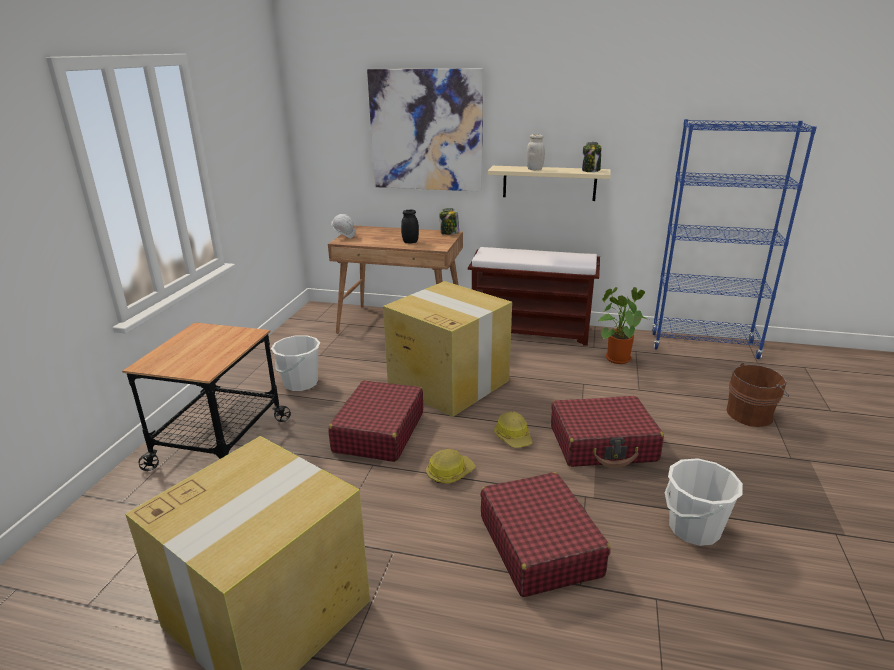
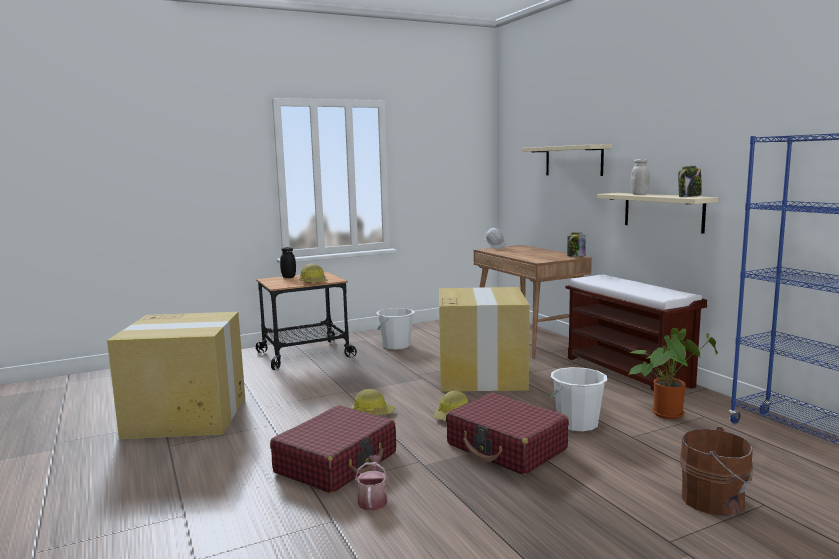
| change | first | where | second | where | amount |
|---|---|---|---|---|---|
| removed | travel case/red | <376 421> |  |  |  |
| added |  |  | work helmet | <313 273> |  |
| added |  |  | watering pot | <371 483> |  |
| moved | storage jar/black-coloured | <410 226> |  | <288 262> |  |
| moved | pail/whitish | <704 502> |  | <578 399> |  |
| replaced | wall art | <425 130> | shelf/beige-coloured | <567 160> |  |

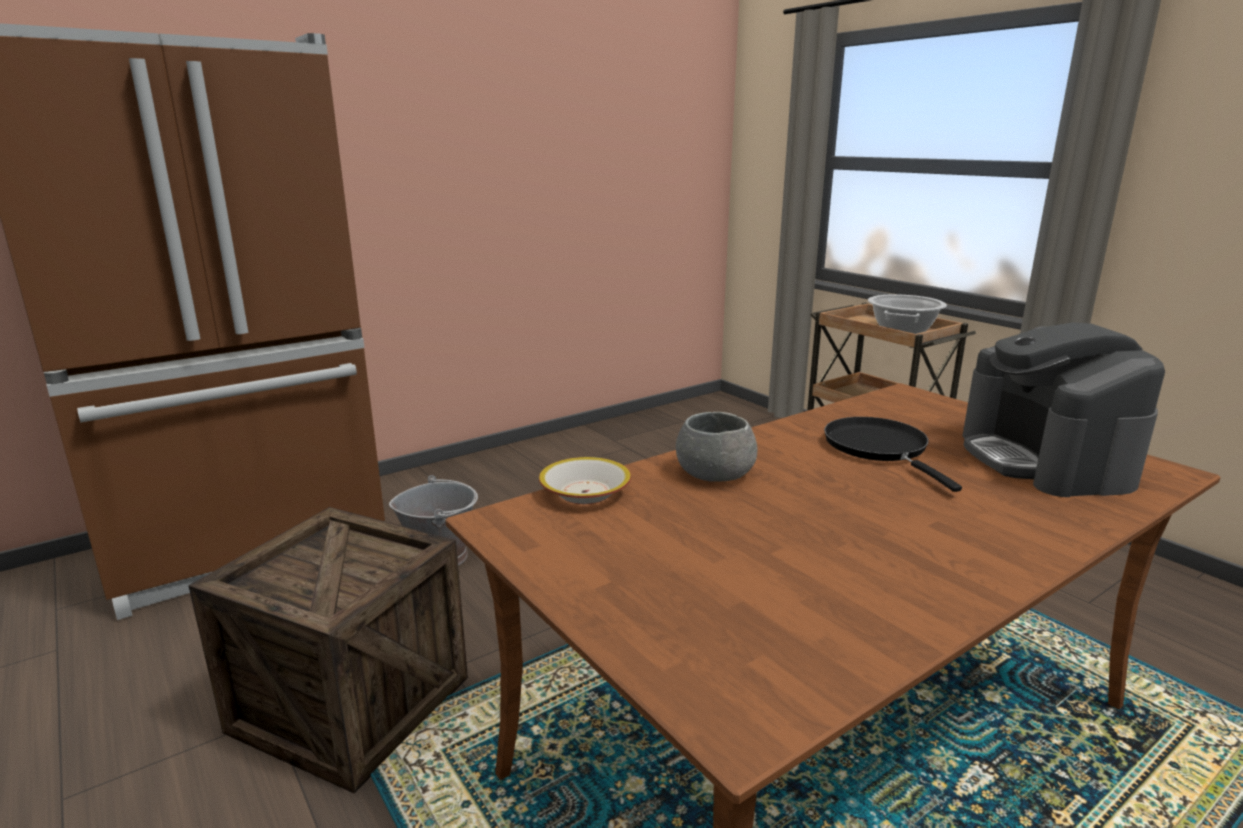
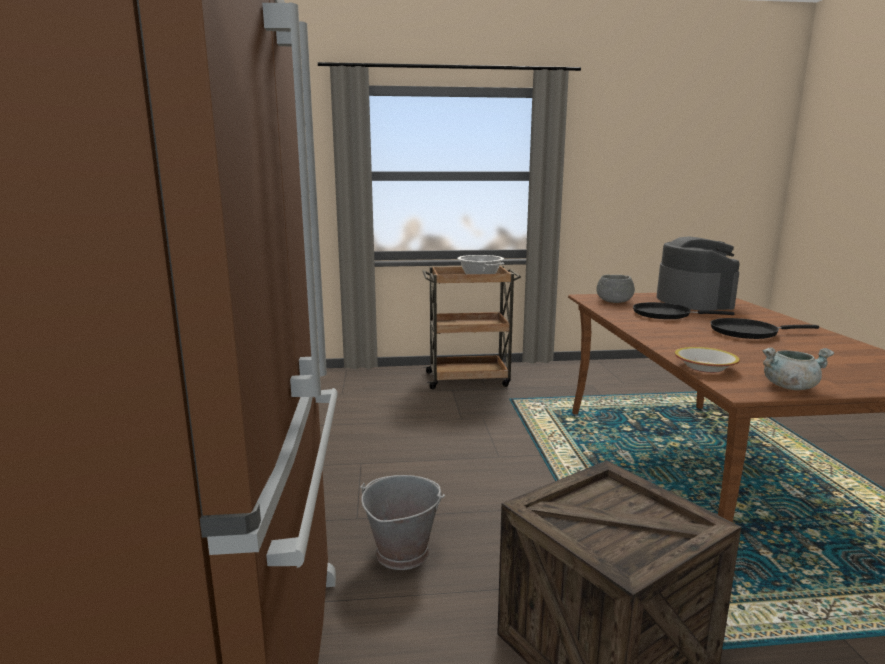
| change | first | where | second | where | amount |
|---|---|---|---|---|---|
| added |  |  | pan/black-coloured | <765 328> |  |
| added |  |  | saucepot/grey | <798 368> |  |
| moved | bowl/grey | <716 447> |  | <615 289> |  |
| turned | coffee brewer | <1063 410> |  | <698 273> | 120 degrees counterclockwise |

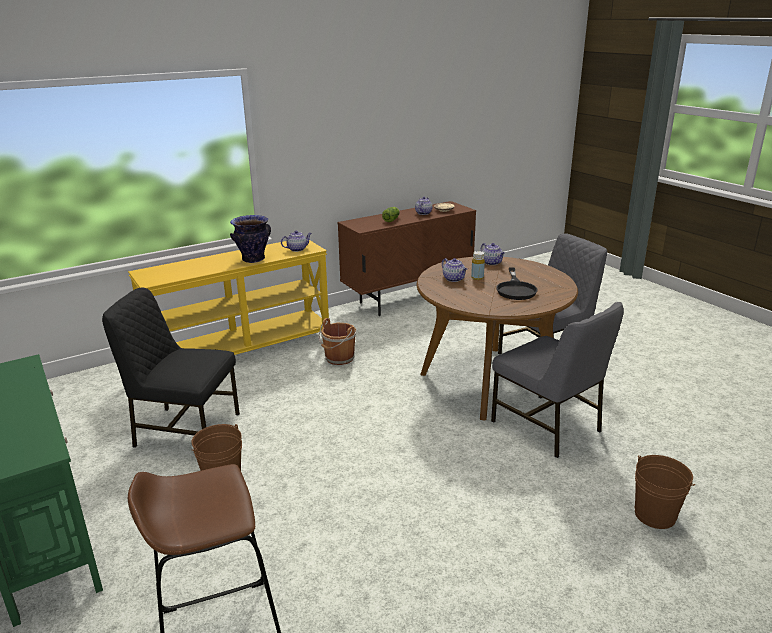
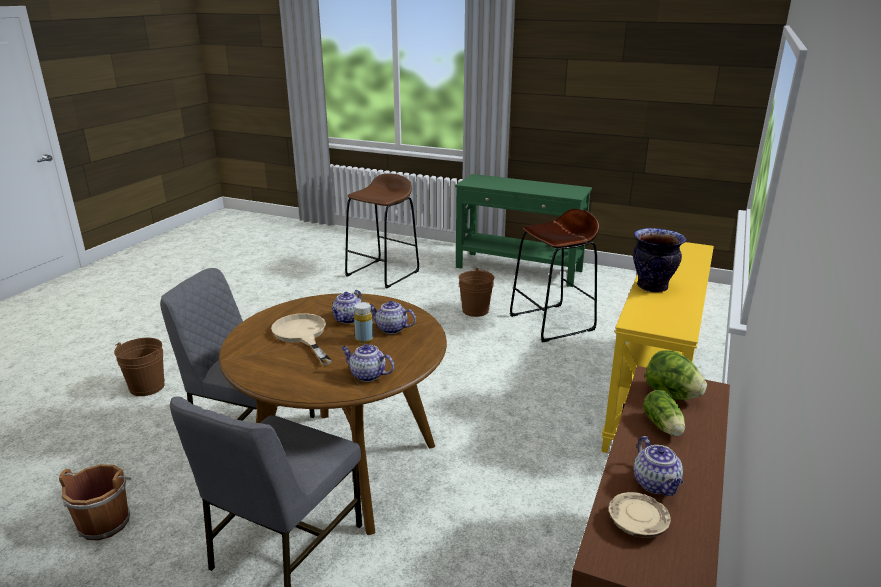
| change | first | where | second | where | amount |
|---|---|---|---|---|---|
| added |  |  | lettuce head | <676 375> |  |
| moved | tea pot | <296 241> |  | <347 307> |  |
| moved | pail/brown | <337 341> |  | <95 502> |  |
| replaced | upright chair/black-coloured | <171 368> | stool/brown | <554 275> |  |
| recoloured | pan/black-coloured | <517 283> | pan/beige-coloured | <301 339> |  |

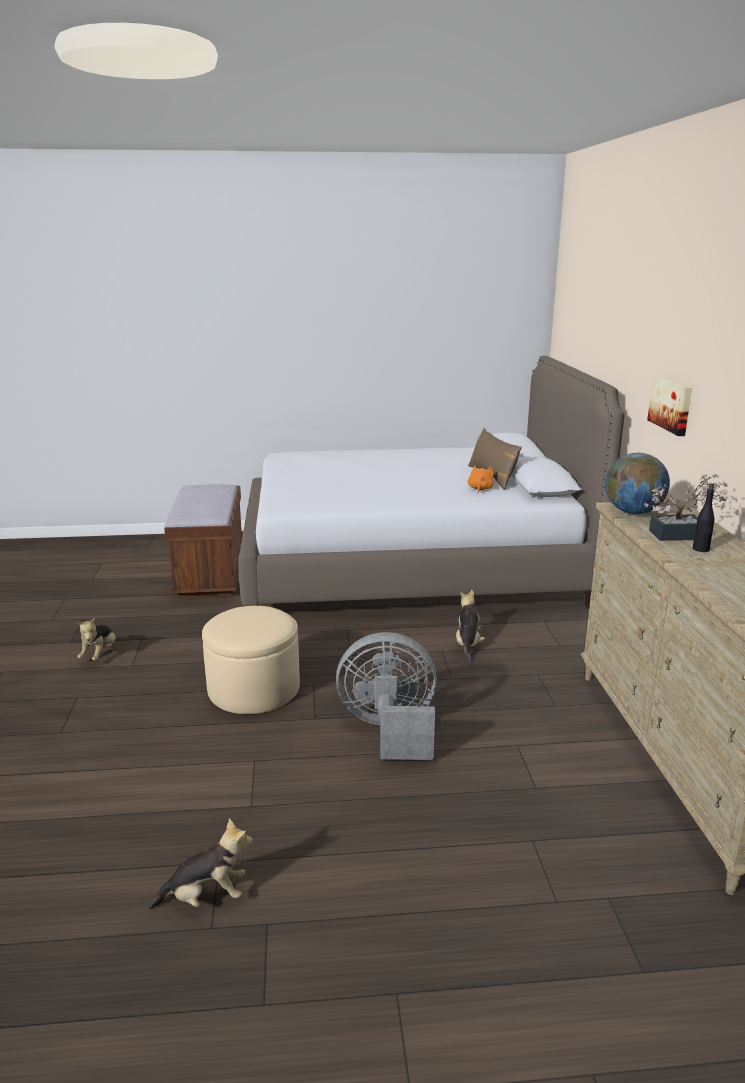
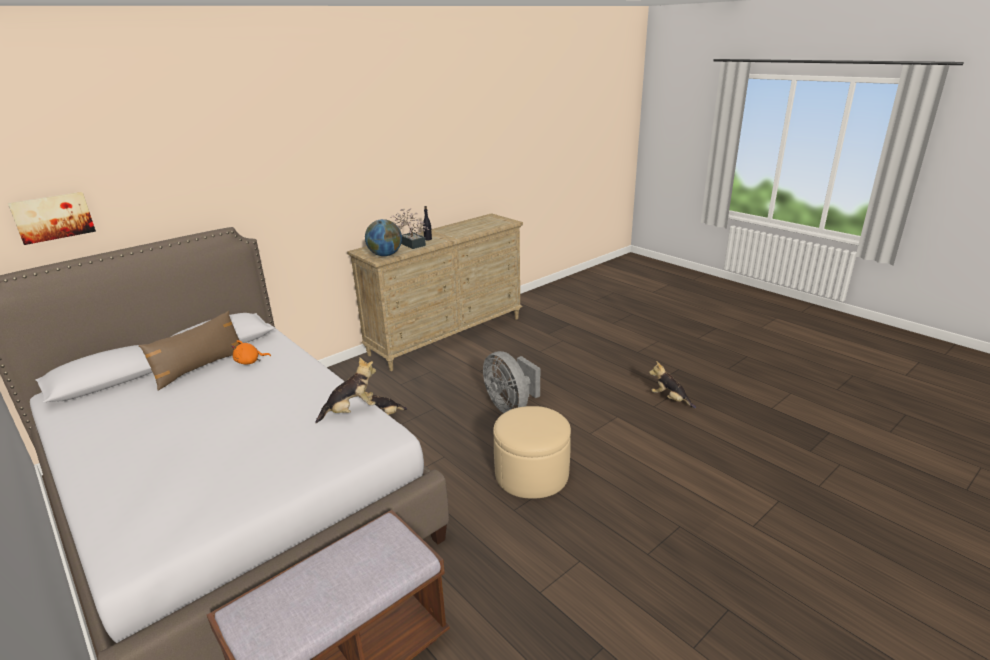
| change | first | where | second | where | amount |
|---|---|---|---|---|---|
| moved | cuddly toy | <96 639> |  | <345 390> |  |
| moved | wall art | <669 406> |  | <52 218> |  |

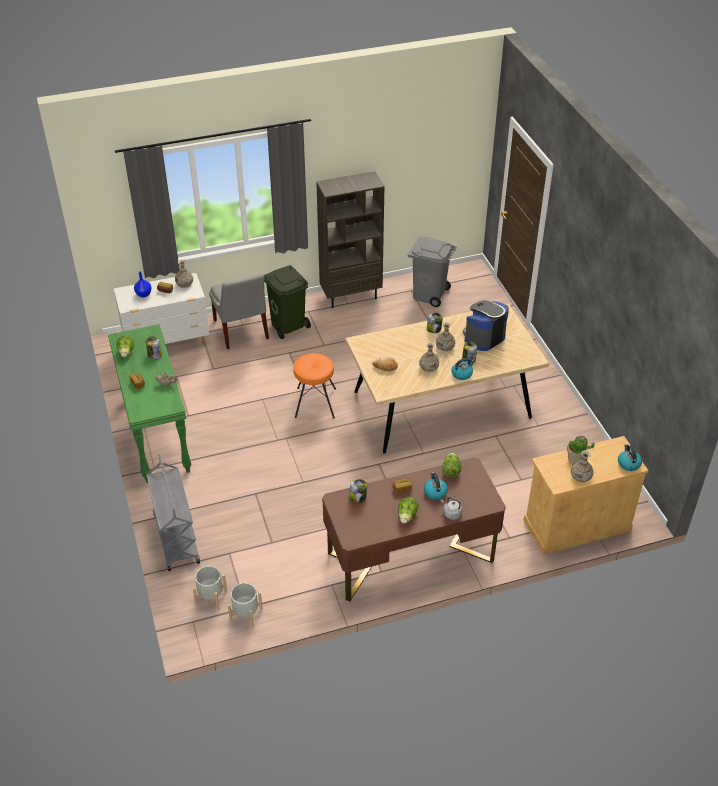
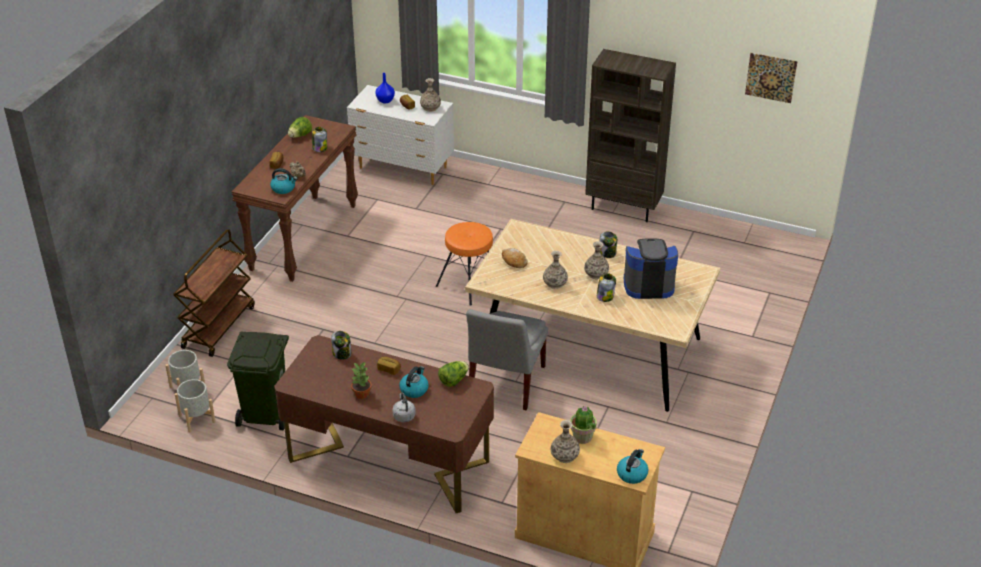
| change | first | where | second | where | amount |
|---|---|---|---|---|---|
| removed | rubbish bin/grey | <432 272> |  |  |  |
| added |  |  | wall art | <771 78> |  |
| moved | upright chair/grey | <239 311> |  | <507 359> |  |
| moved | rubbish bin/green-coloured | <287 302> |  | <258 380> |  |
| moved | water kettle | <463 369> |  | <284 181> |  |
| replaced | lettuce head | <408 510> | potted plant | <361 380> |  |
| recoloured | narrow table/green-coloured | <150 403> | narrow table/brown | <295 198> |  |
| recoloured | wheeled cart/grey | <173 512> | wheeled cart/brown | <214 293> |  |

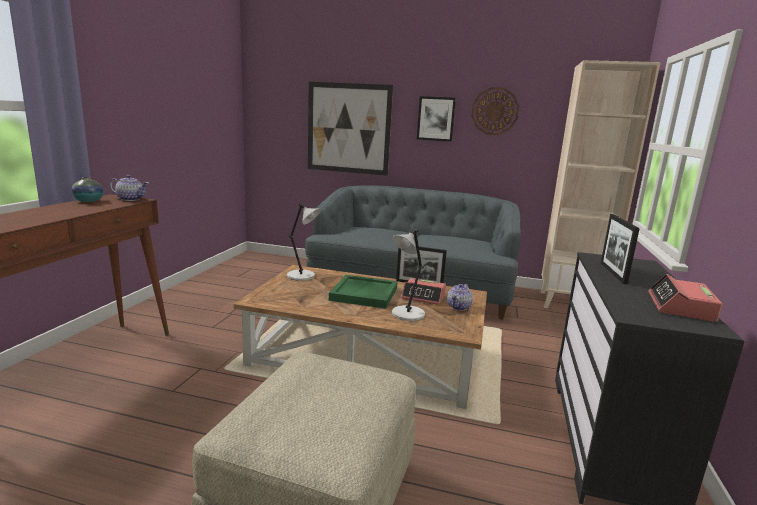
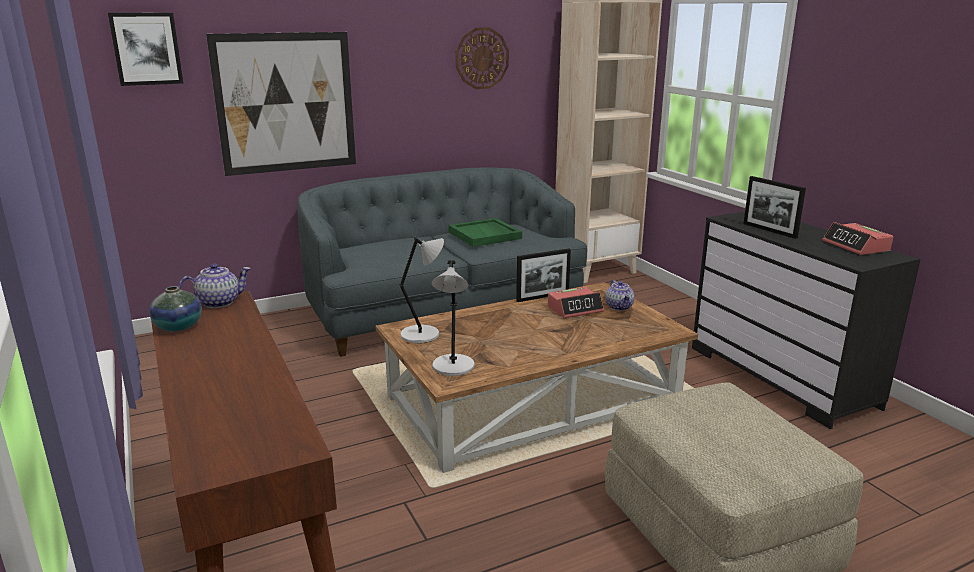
| change | first | where | second | where | amount |
|---|---|---|---|---|---|
| moved | carrying tray/green-coloured | <363 292> |  | <485 232> |  |
| moved | lamp for a table/grey | <408 274> |  | <453 318> |  |
| moved | wall art | <436 119> |  | <145 49> |  |

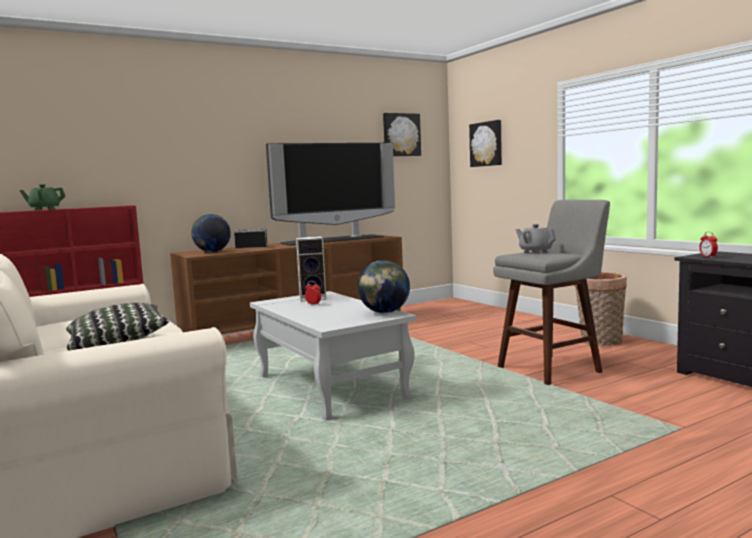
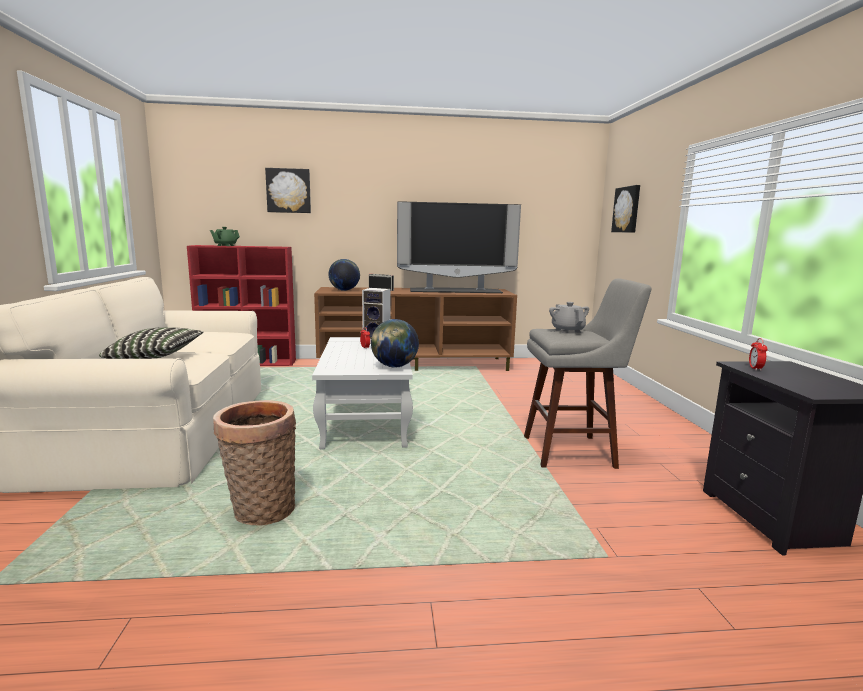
| change | first | where | second | where | amount |
|---|---|---|---|---|---|
| moved | wall art | <402 134> |  | <288 190> |  |
| moved | basket | <600 309> |  | <254 463> |  |

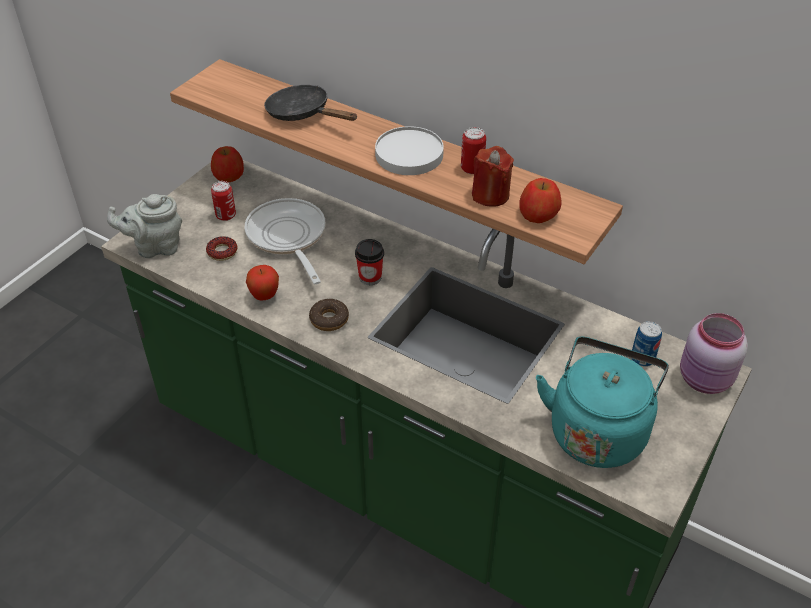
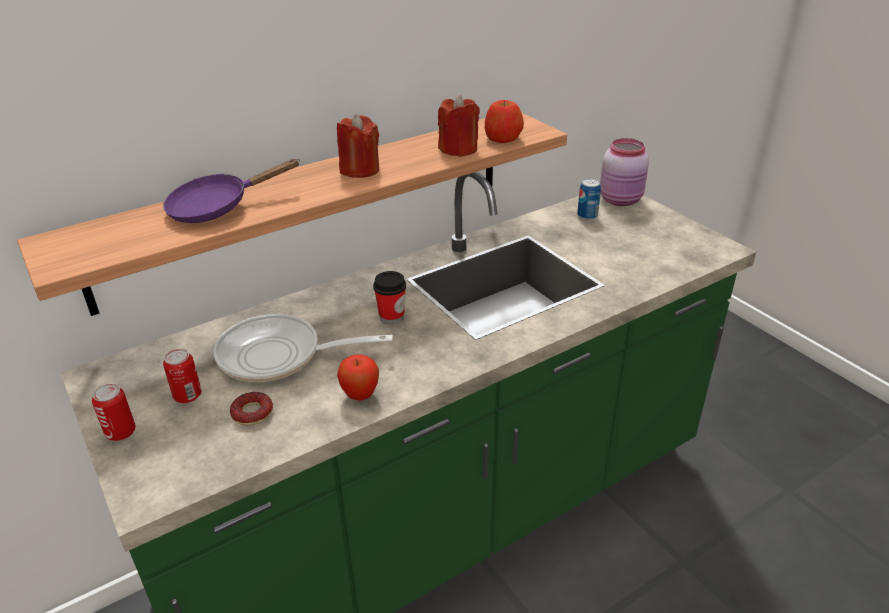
| change | first | where | second | where | amount |
|---|---|---|---|---|---|
| removed | tea pot/grey | <144 226> |  |  |  |
| removed | whole apple | <227 164> |  |  |  |
| removed | ring doughnut | <329 315> |  |  |  |
| removed | water kettle/turquoise-coloured | <602 402> |  |  |  |
| moved | can | <473 150> |  | <113 412> |  |
| replaced | dinner plate/whitish | <409 150> | wax light/red | <358 146> |  |
| recoloured | pan/black-coloured | <310 103> | pan/purple | <231 191> |  |

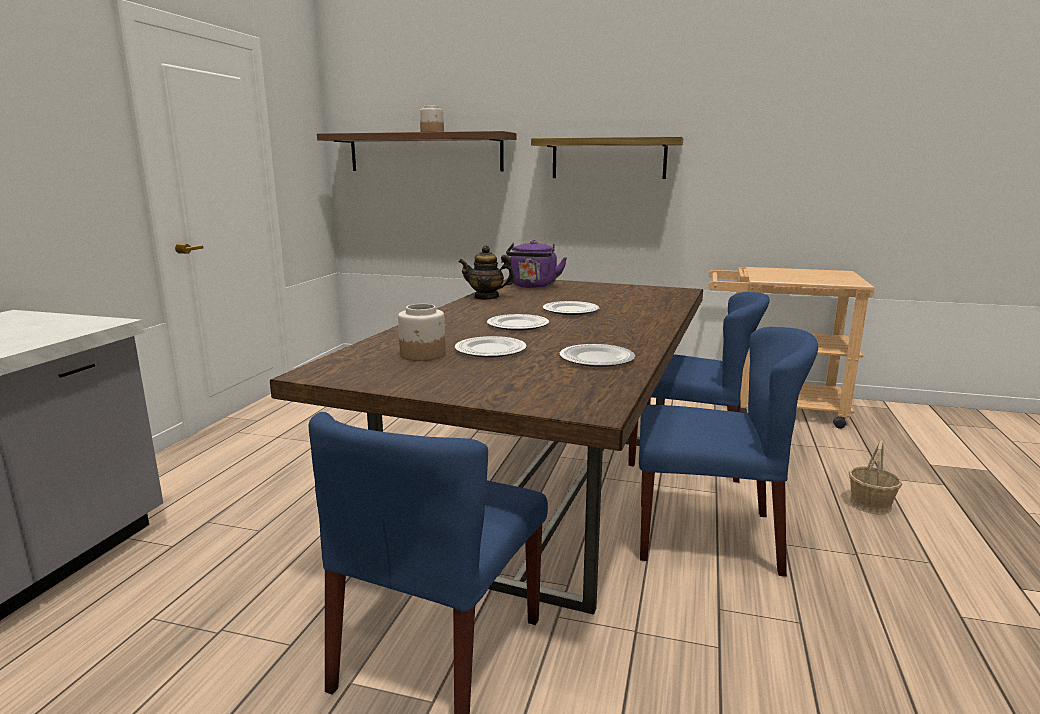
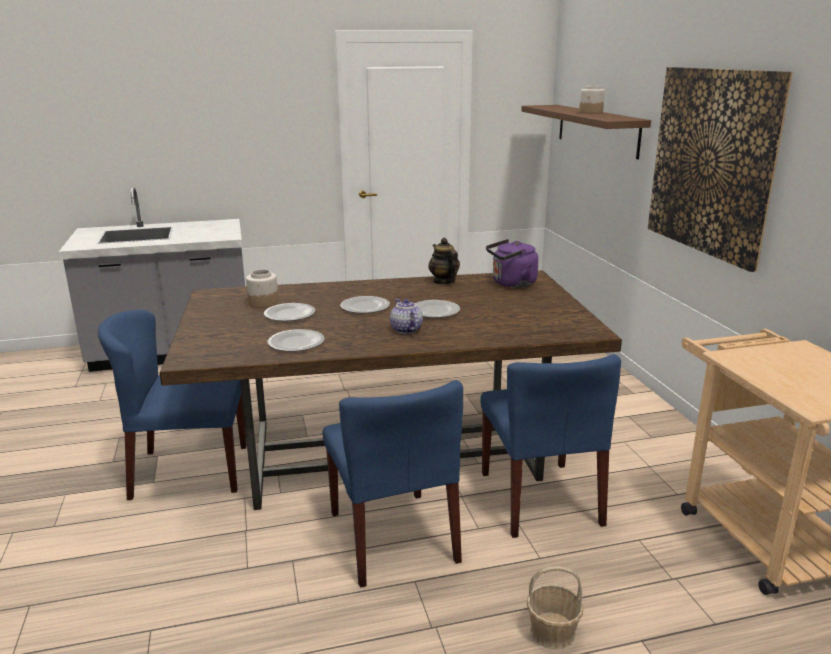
| change | first | where | second | where | amount |
|---|---|---|---|---|---|
| added |  |  | tea pot | <406 316> |  |
| replaced | shelf | <607 158> | wall art | <720 169> |  |

